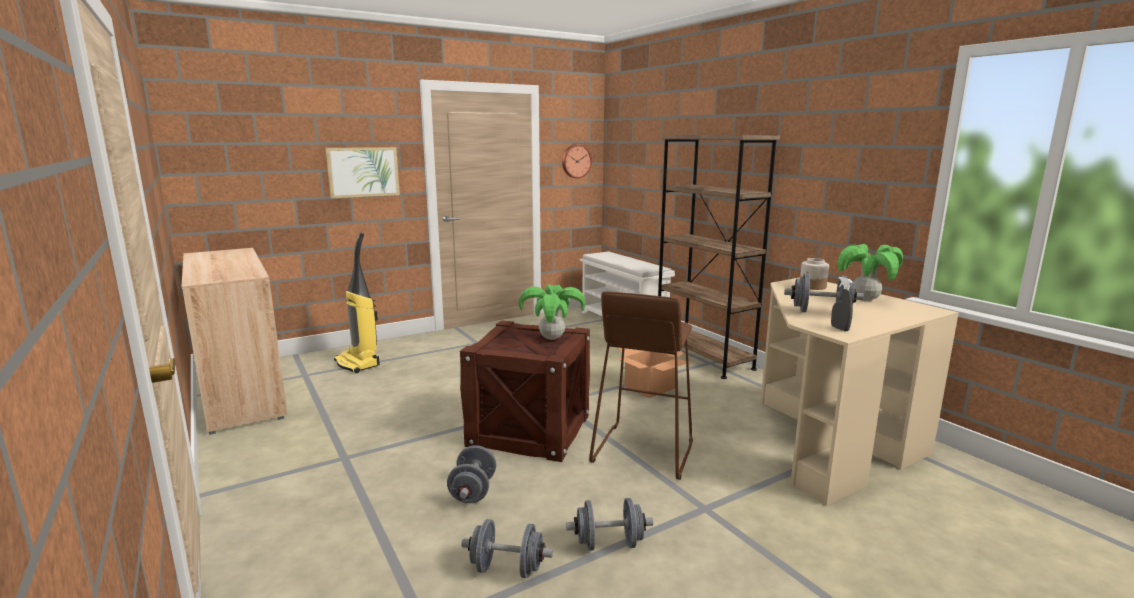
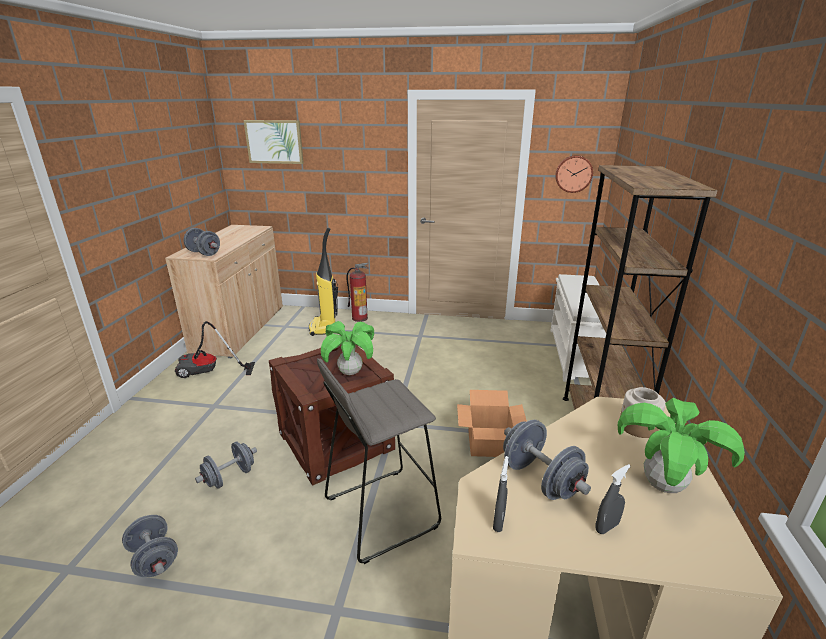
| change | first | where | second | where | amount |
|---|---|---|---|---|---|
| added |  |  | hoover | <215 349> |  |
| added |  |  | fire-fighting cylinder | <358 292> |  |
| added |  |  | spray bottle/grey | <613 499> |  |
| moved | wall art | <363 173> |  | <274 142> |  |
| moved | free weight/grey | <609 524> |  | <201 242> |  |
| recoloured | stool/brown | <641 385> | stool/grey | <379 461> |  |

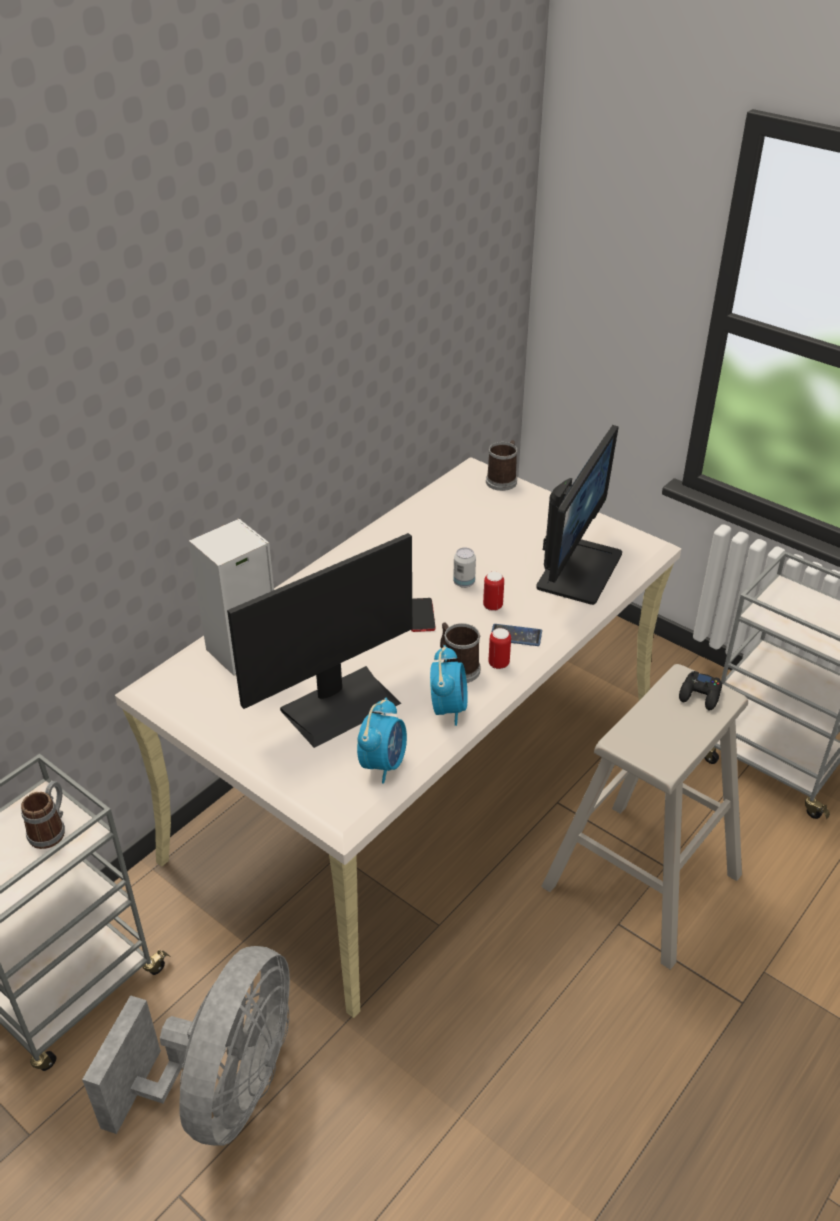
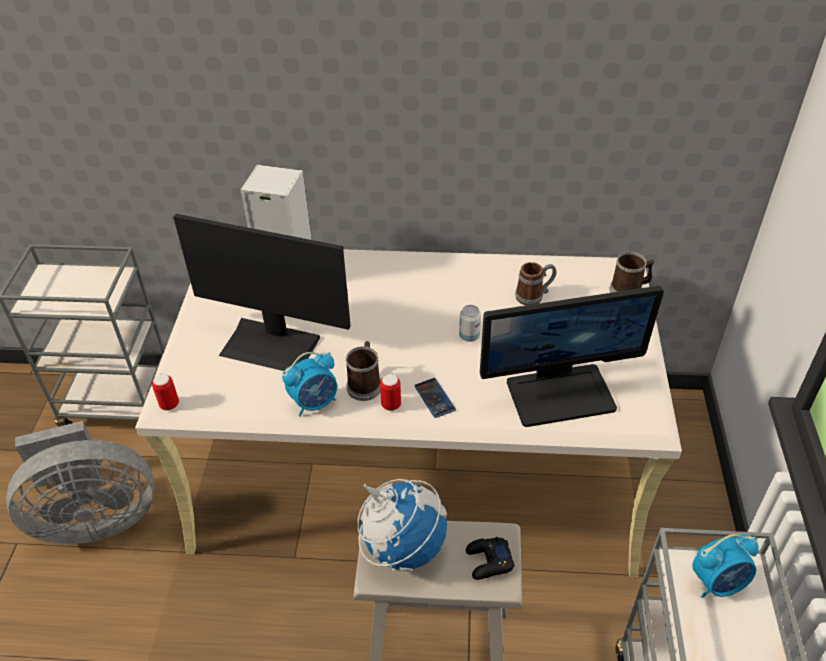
| change | first | where | second | where | amount |
|---|---|---|---|---|---|
| removed | handset | <423 615> |  |  |  |
| added |  |  | desk globe | <402 525> |  |
| moved | mug | <43 815> |  | <536 283> |  |
| moved | bedside clock | <382 740> |  | <725 566> |  |
| moved | can | <493 591> |  | <165 392> |  |

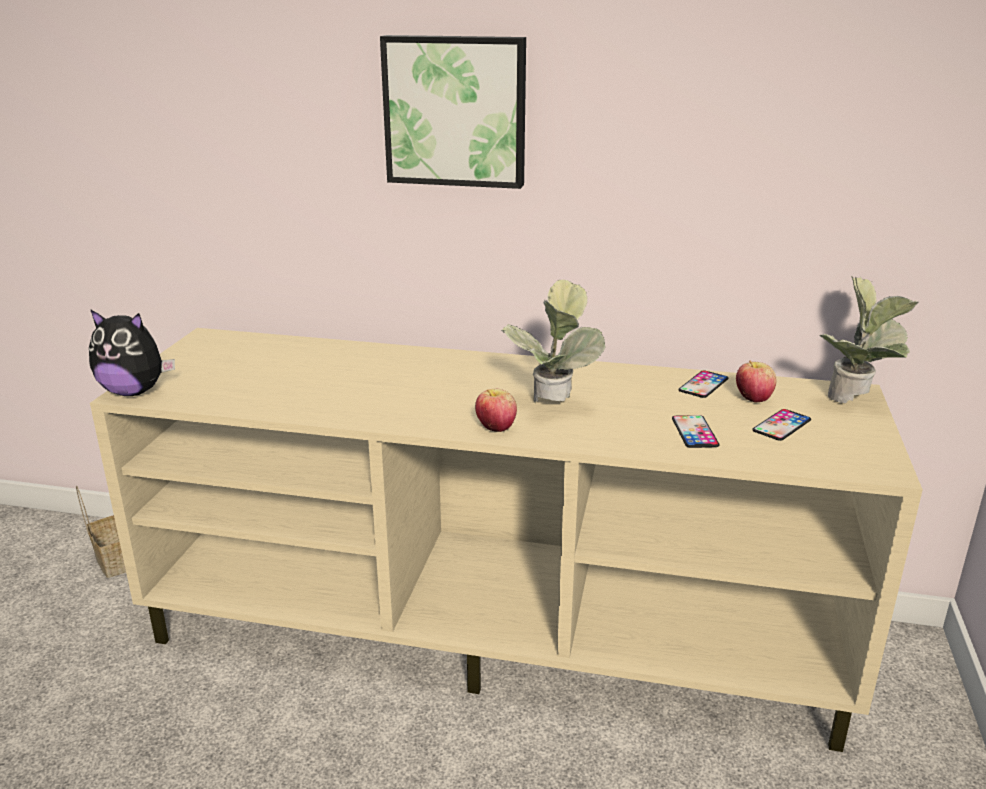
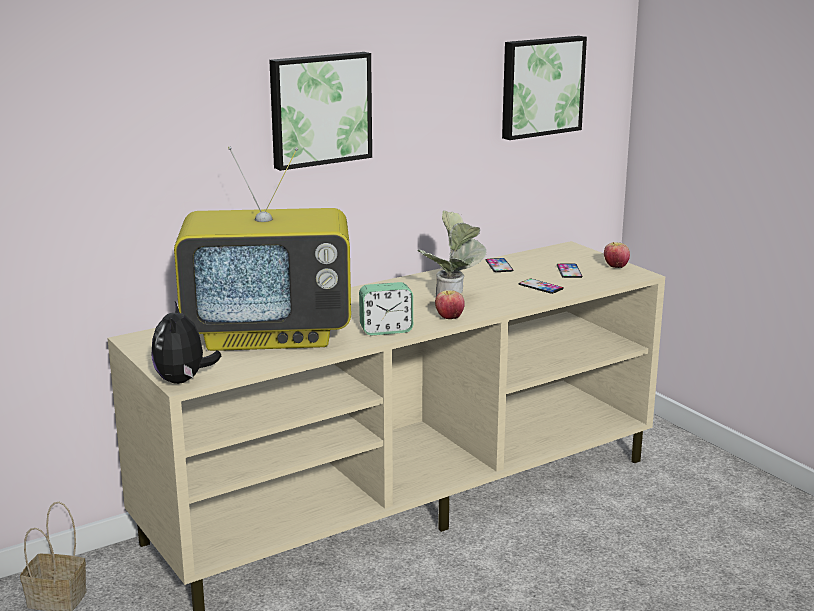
| change | first | where | second | where | amount |
|---|---|---|---|---|---|
| removed | potted plant | <869 340> |  |  |  |
| added |  |  | TV | <262 248> |  |
| added |  |  | bedside clock | <386 308> |  |
| added |  |  | wall art | <544 88> |  |
| moved | whole apple | <756 382> |  | <617 255> |  |
| turned | cuddly toy | <132 352> |  | <186 343> | 120 degrees clockwise |

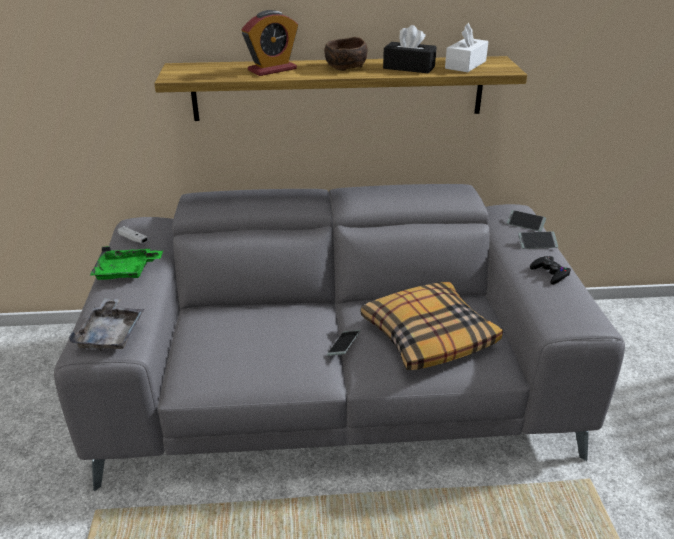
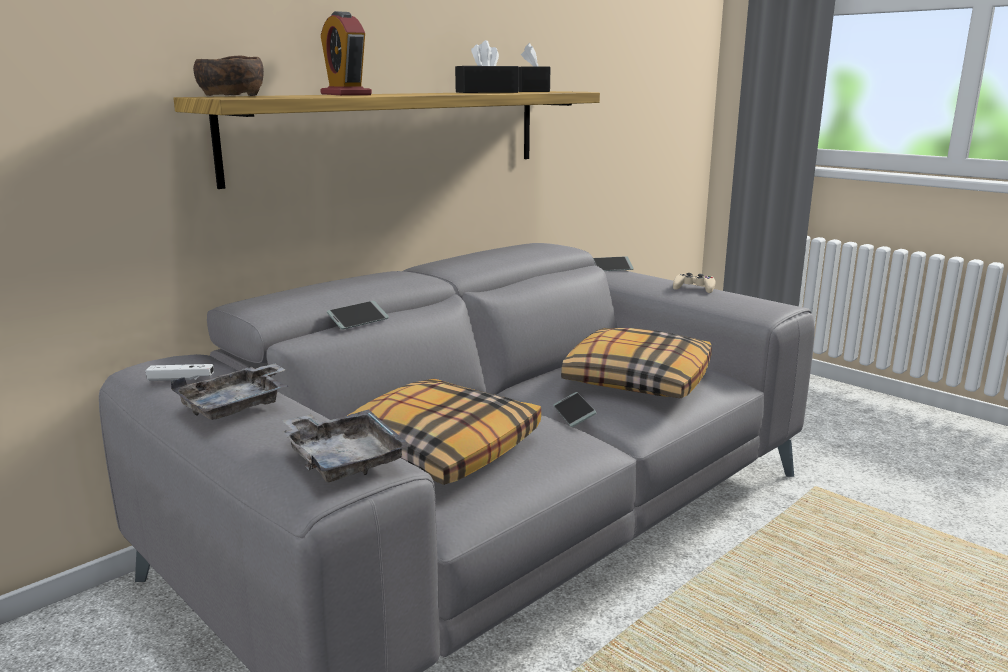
| change | first | where | second | where | amount |
|---|---|---|---|---|---|
| added |  |  | cushion | <444 431> |  |
| moved | bowl/brown | <346 54> |  | <228 76> |  |
| moved | handset | <538 240> |  | <358 315> |  |
| recoloured | carrying tray/green-coloured | <126 263> | carrying tray/grey | <229 392> |  |
| recoloured | tissue holder/whitish | <467 47> | tissue holder/black-coloured | <534 67> |  |
| recoloured | joypad/black-coloured | <550 270> | joypad/beige-coloured | <694 283> |  |
| turned | bedside clock | <270 43> |  | <346 53> | 135 degrees clockwise |

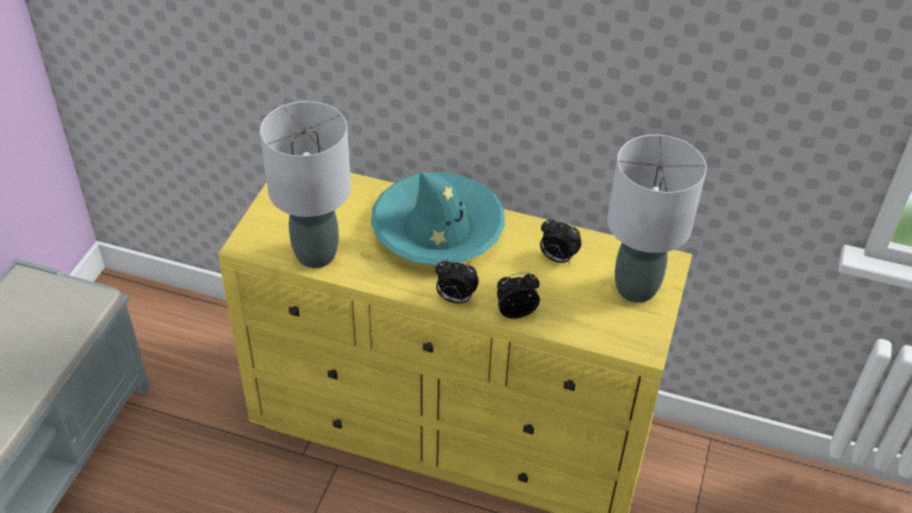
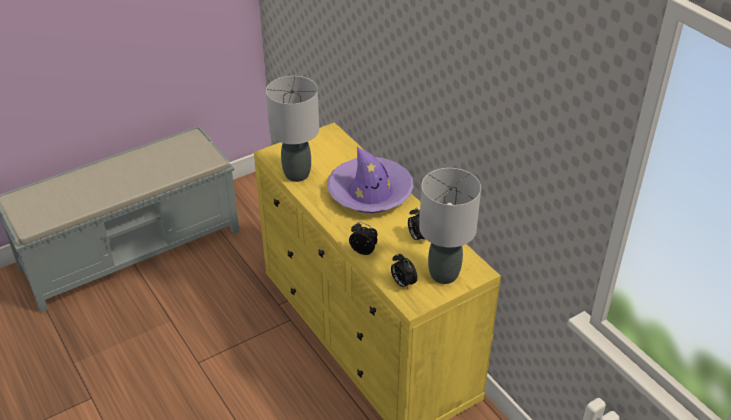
| change | first | where | second | where | amount |
|---|---|---|---|---|---|
| moved | bedside clock | <457 281> |  | <404 271> |  |
| recoloured | clothing hat/turquoise-coloured | <438 218> | clothing hat/purple | <370 180> |  |

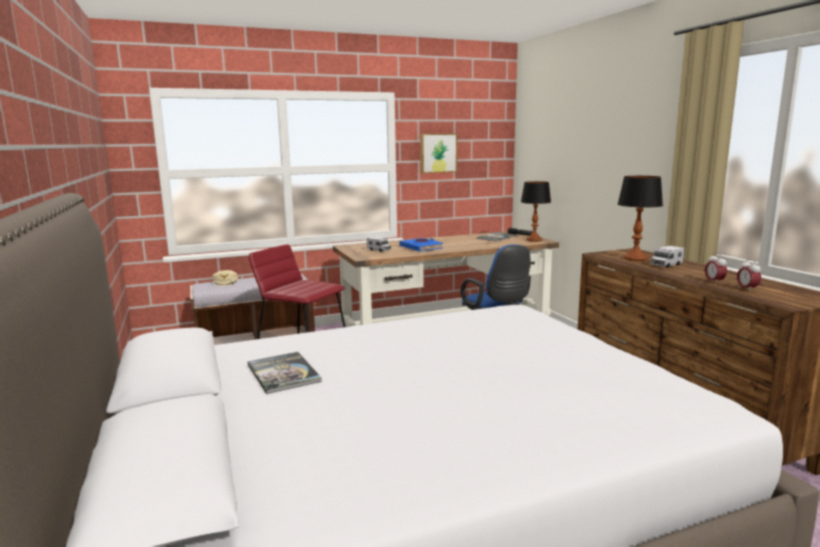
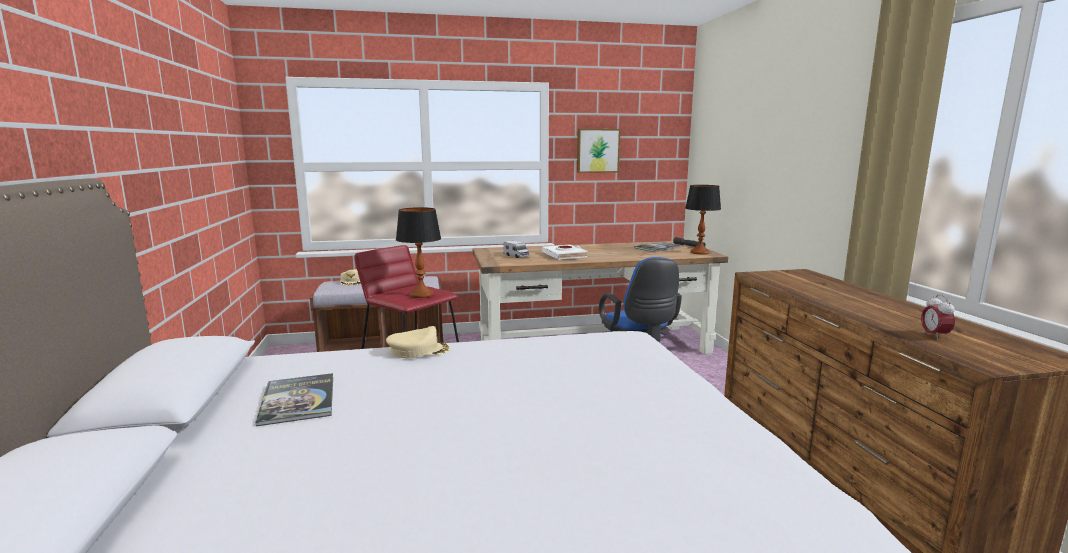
| change | first | where | second | where | amount |
|---|---|---|---|---|---|
| removed | toy truck | <667 257> |  |  |  |
| removed | bedside clock | <716 268> |  |  |  |
| added |  |  | peaked cap/beige-coloured | <418 342> |  |
| moved | lamp for a table | <640 218> |  | <418 252> |  |
| recoloured | bound book/blue | <421 244> | bound book/whitish | <565 252> |  |

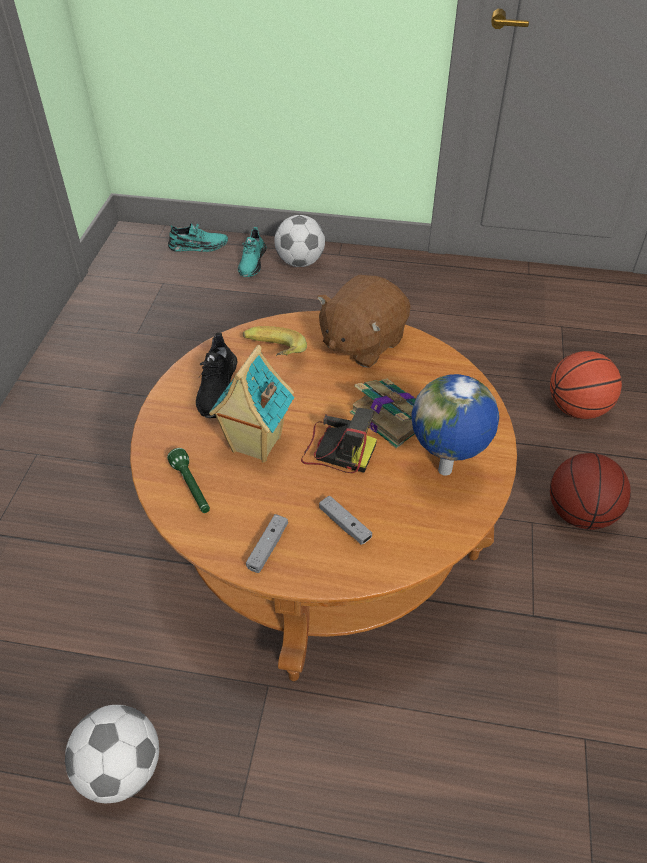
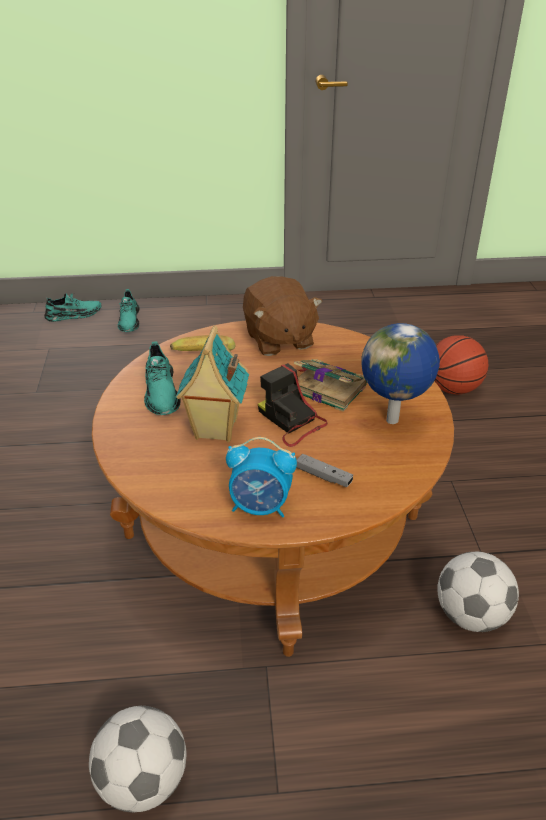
| change | first | where | second | where | amount |
|---|---|---|---|---|---|
| removed | flashlight/green-coloured | <188 480> |  |  |  |
| removed | ball for basketball | <590 491> |  |  |  |
| moved | football | <299 241> |  | <478 592> |  |
| replaced | joypad/grey | <267 543> | bedside clock | <261 477> |  |
| recoloured | item of footwear/black-coloured | <216 375> | item of footwear/turquoise-coloured | <162 378> |  |
| turned | photo camera | <339 440> |  | <292 405> | 135 degrees counterclockwise |
| turned | cuddly toy/brown | <364 321> |  | <283 316> | 45 degrees counterclockwise |

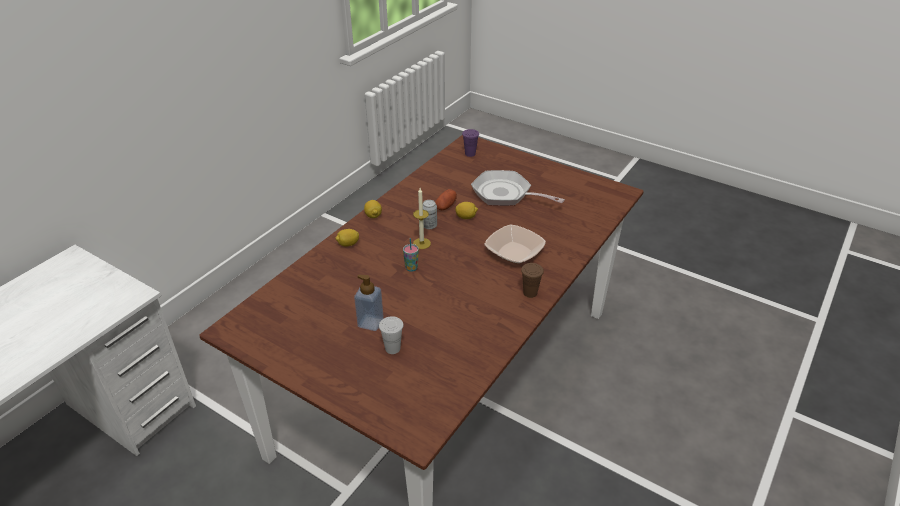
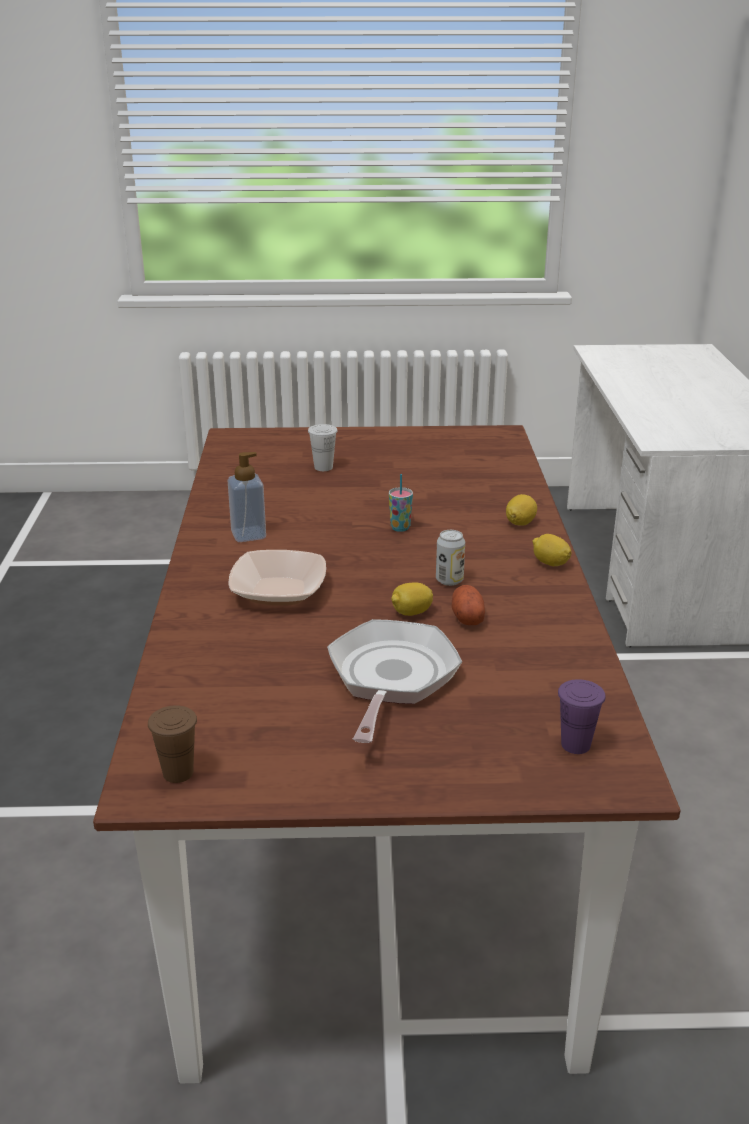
| change | first | where | second | where | amount |
|---|---|---|---|---|---|
| removed | wax light | <422 218> |  |  |  |
| moved | soap bottle | <369 303> |  | <246 497> |  |
| moved | drinking cup/brown | <532 280> |  | <172 744> |  |
| turned | pan | <518 188> |  | <394 681> | 75 degrees counterclockwise |

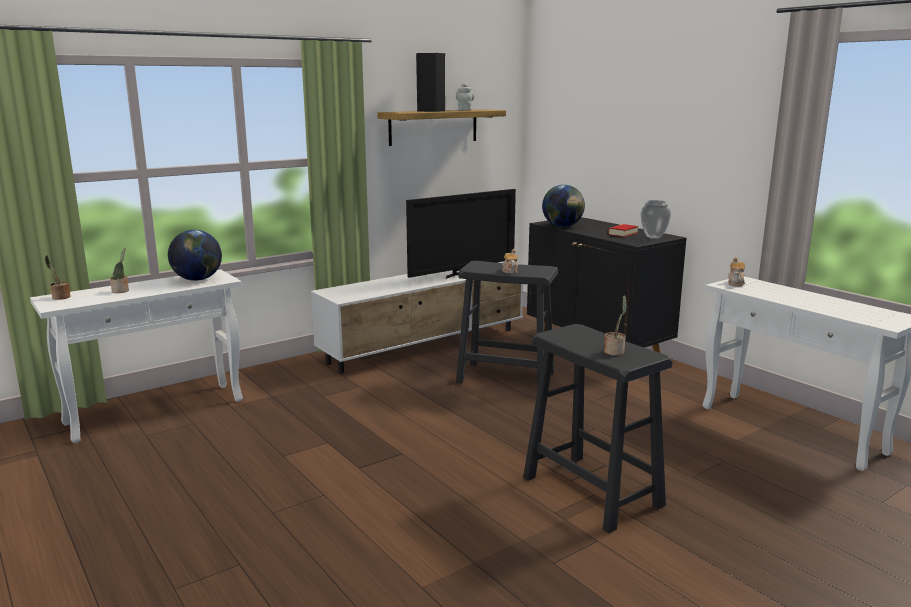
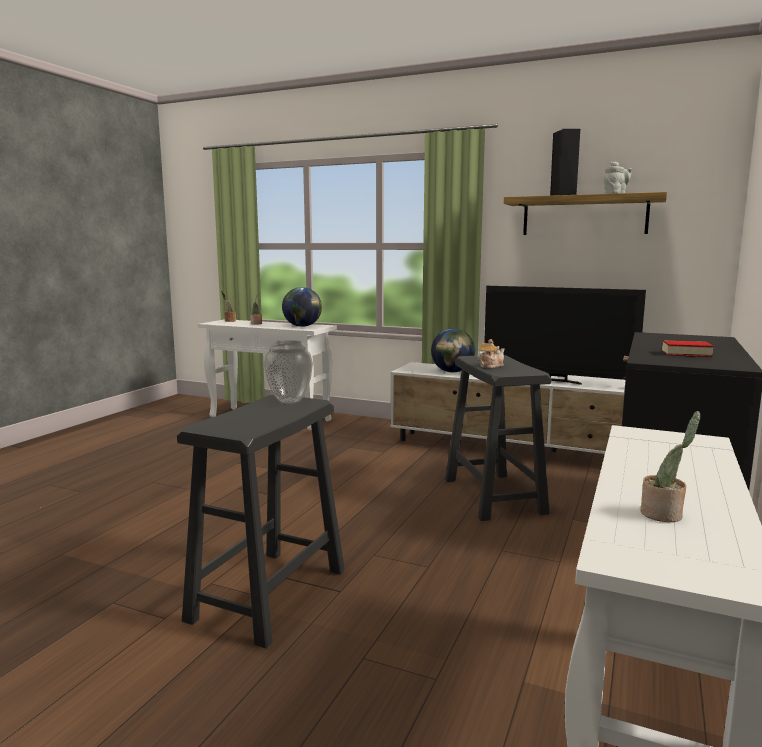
| change | first | where | second | where | amount |
|---|---|---|---|---|---|
| removed | tea pot | <736 271> |  |  |  |
| moved | desk globe | <563 206> |  | <453 350> |  |
| moved | potted plant | <615 326> |  | <671 466> |  |
| moved | decorative vase | <656 219> |  | <288 372> |  |

